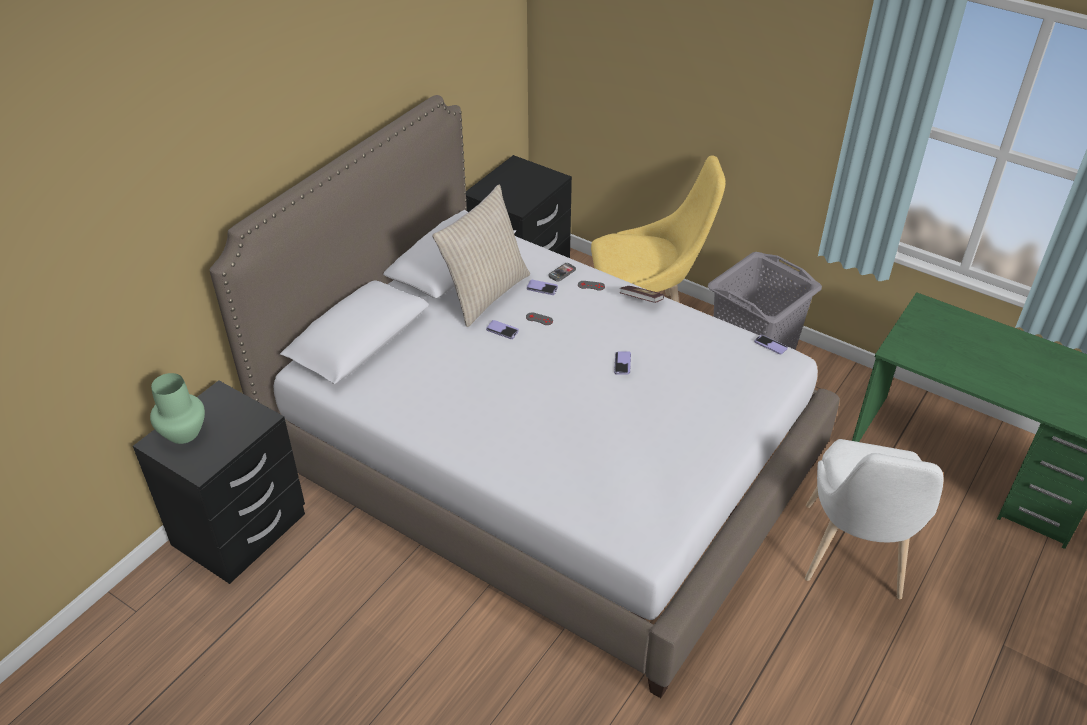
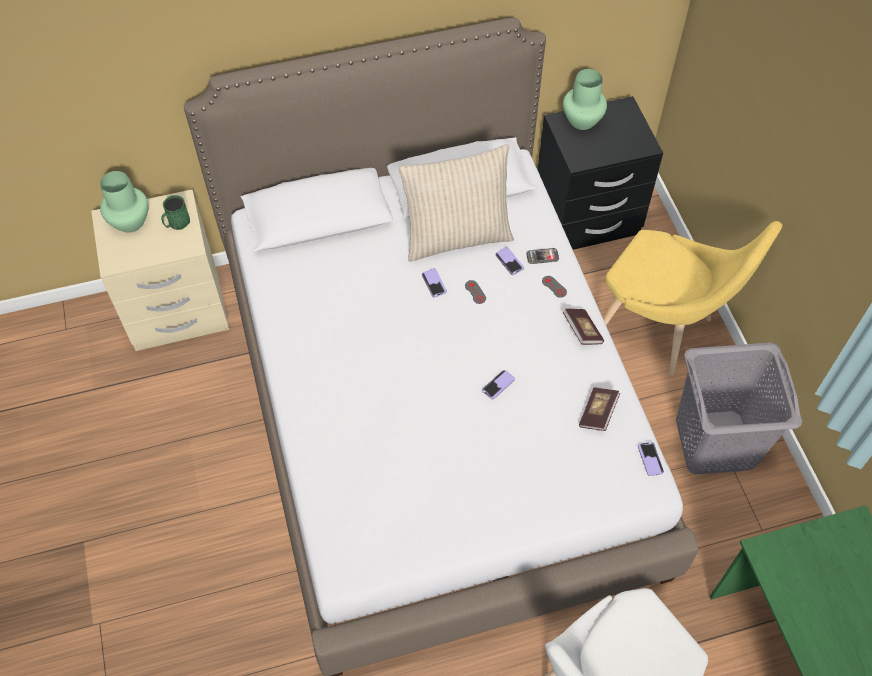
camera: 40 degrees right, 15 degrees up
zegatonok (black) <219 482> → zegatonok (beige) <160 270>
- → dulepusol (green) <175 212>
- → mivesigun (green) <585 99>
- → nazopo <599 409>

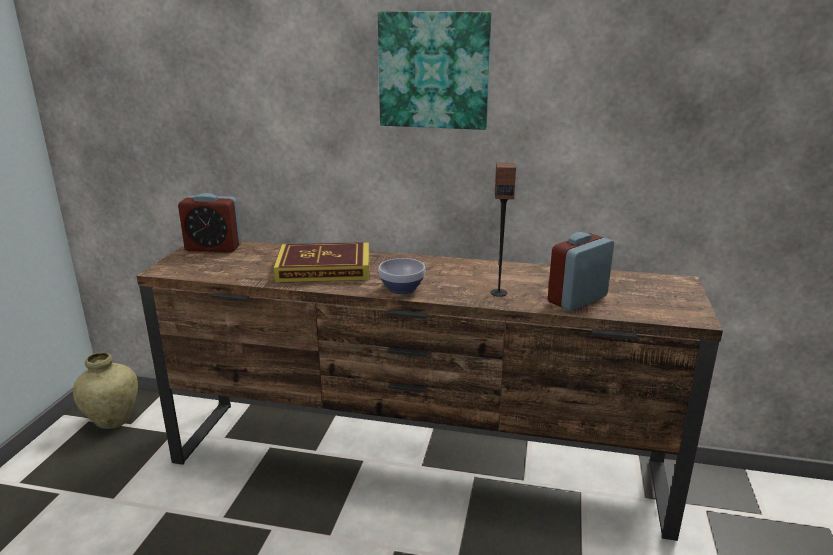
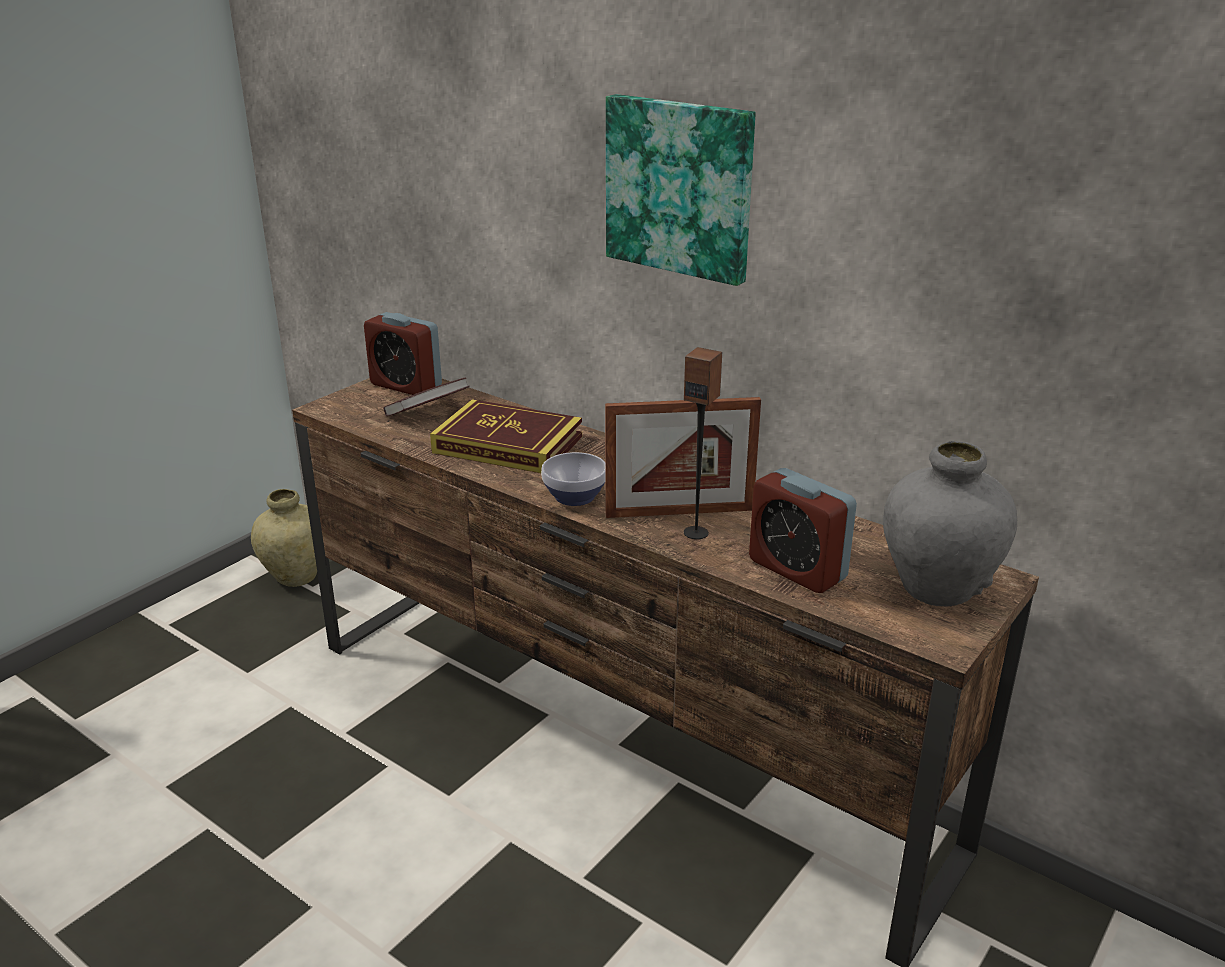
camera: 25 degrees right, 5 degrees up
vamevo <581 271> → vamevo <803 530>, 120 degrees counterclockwise
- → nazopo <426 396>
- → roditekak <683 457>
- → mivesigun (grey) <950 524>

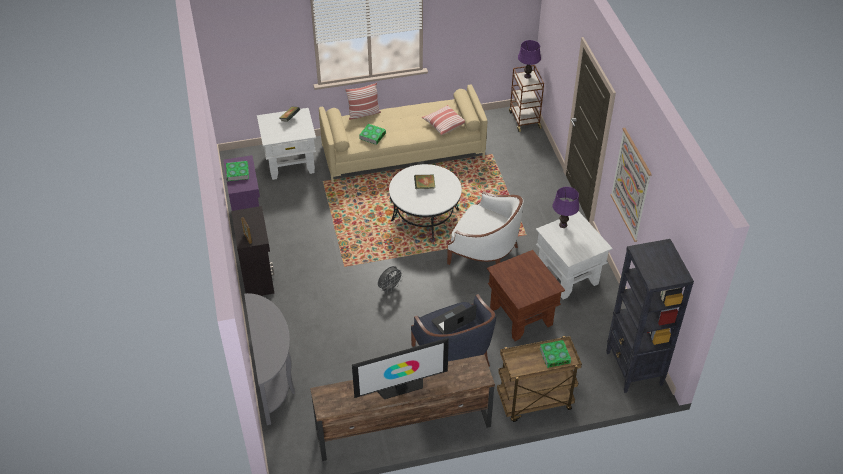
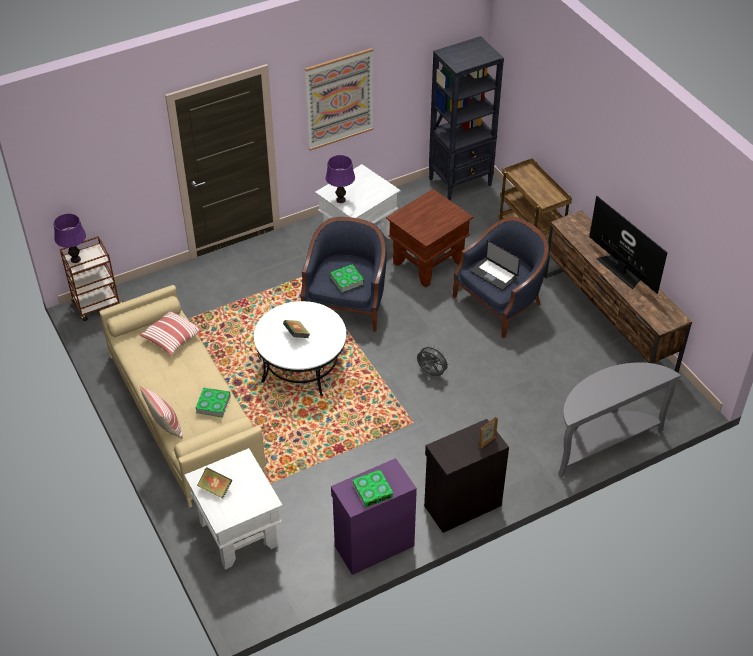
camera: 105 degrees left, 0 degrees up
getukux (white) <485 228> → getukux (blue) <344 274>
nazopo <555 354> → nazopo <347 278>, shifted

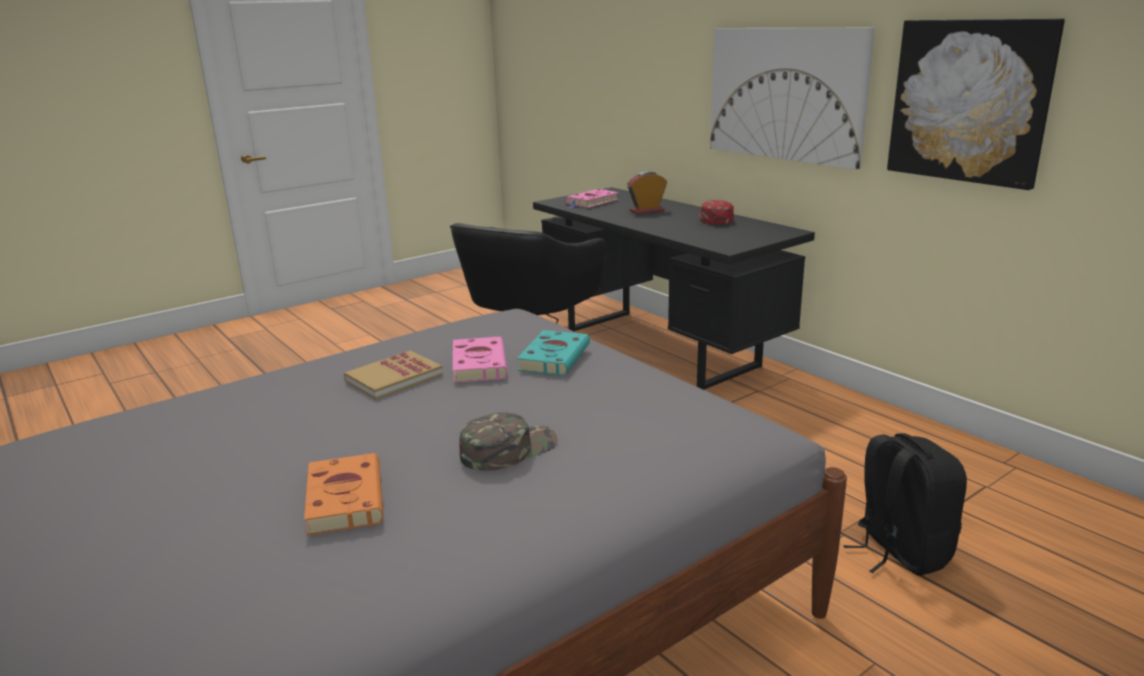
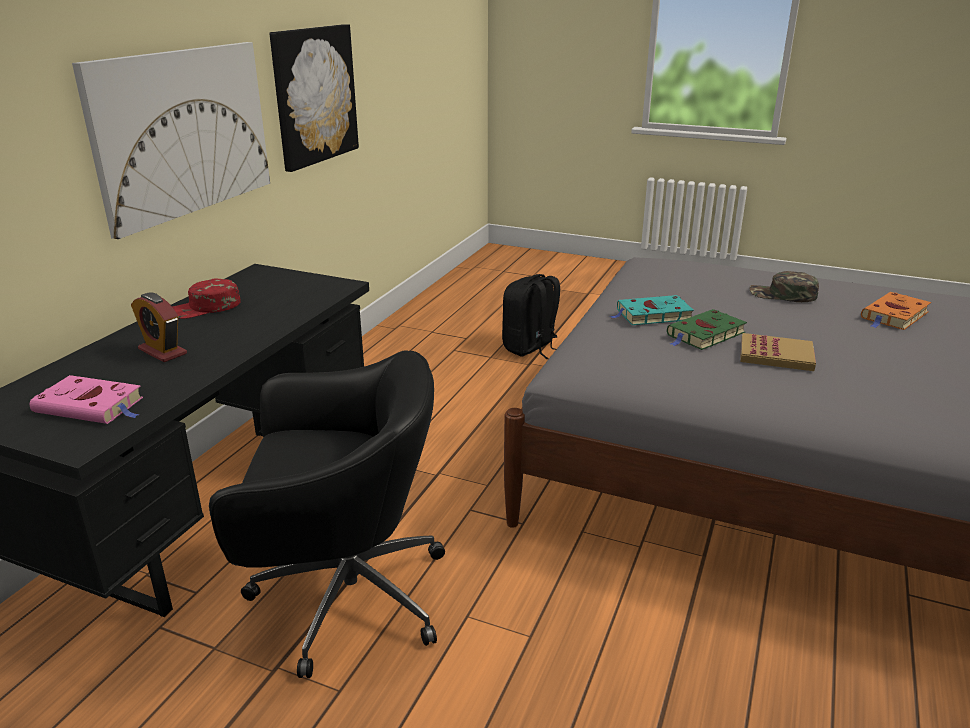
camera: 120 degrees left, 5 degrees up
nazopo (pink) <480 360> → nazopo (green) <707 329>

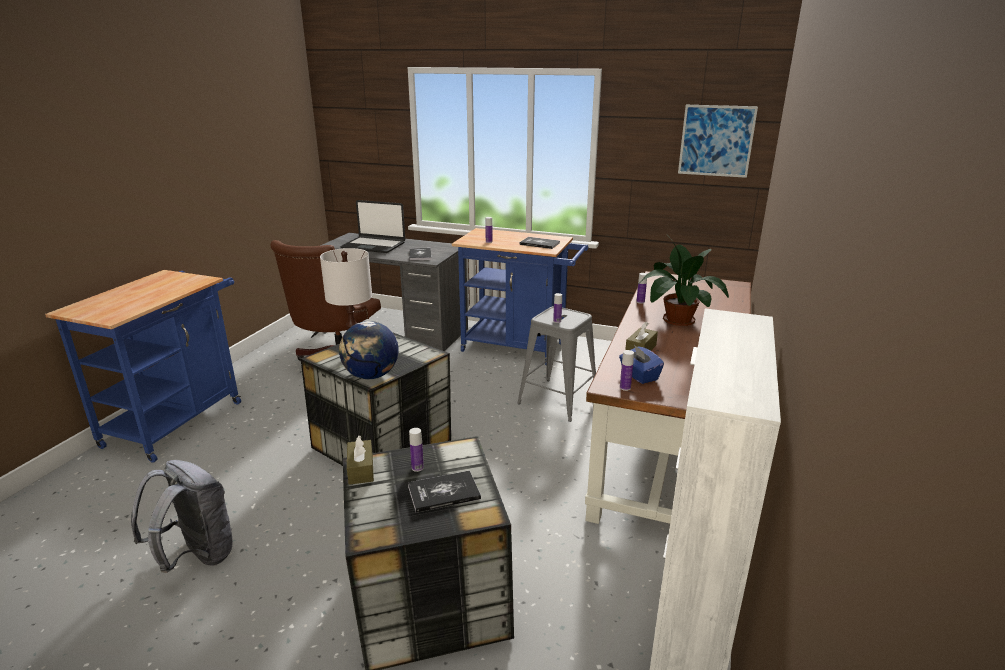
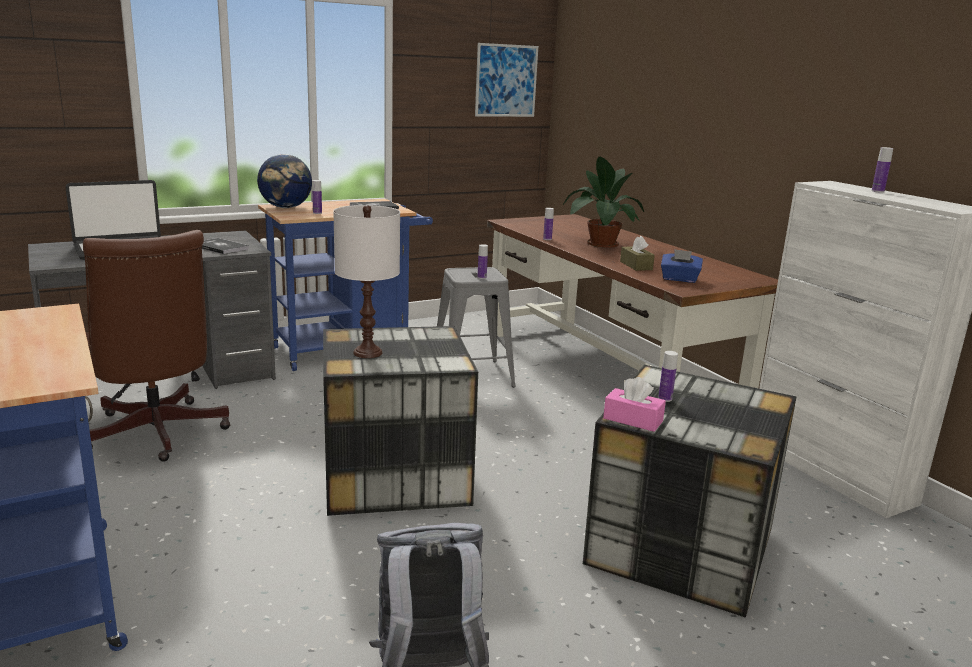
camera: 50 degrees left, 5 degrees down
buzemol <369 350> → buzemol <284 181>, shifted
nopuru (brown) <360 460> → nopuru (pink) <634 404>
nazopo <444 491> → -
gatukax <627 370> → gatukax <882 170>, shifted

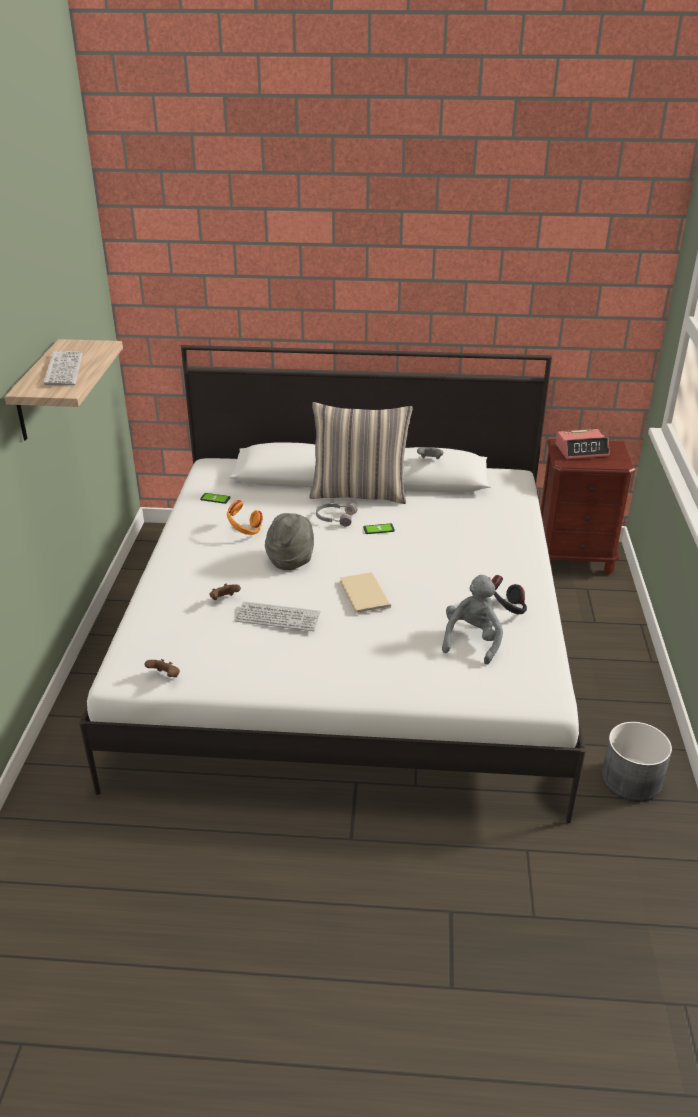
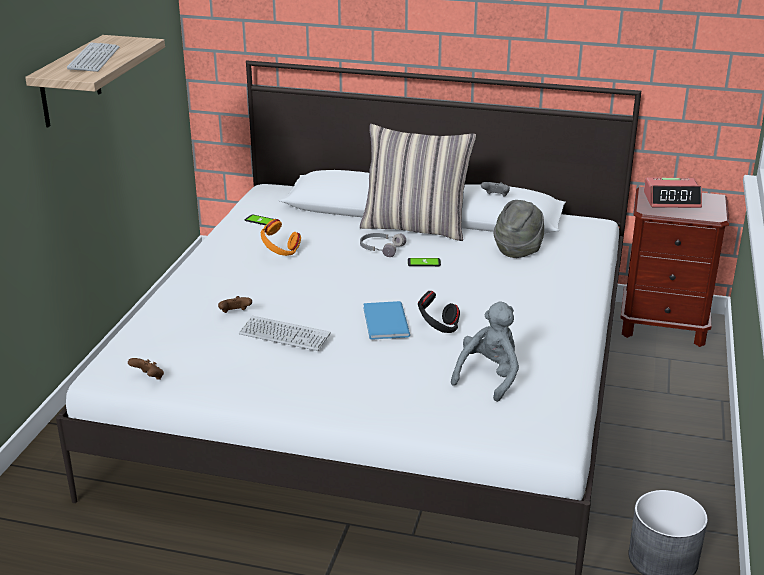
camera: 10 degrees right, 5 degrees down
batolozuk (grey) <289 541> → batolozuk (grey) <518 229>, shifted
nazopo (beige) <365 593> → nazopo (blue) <386 320>
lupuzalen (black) <509 594> → lupuzalen (black) <439 312>, shifted

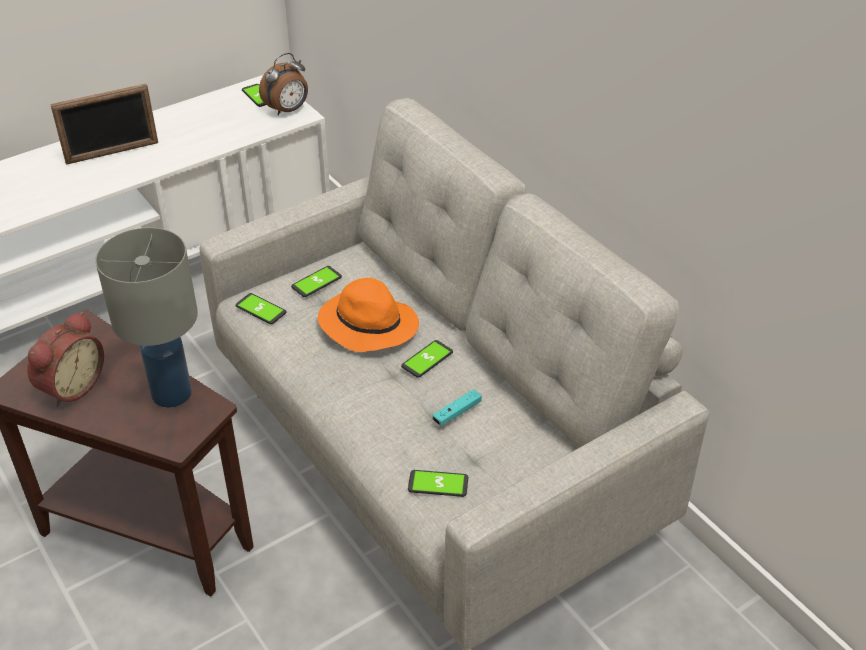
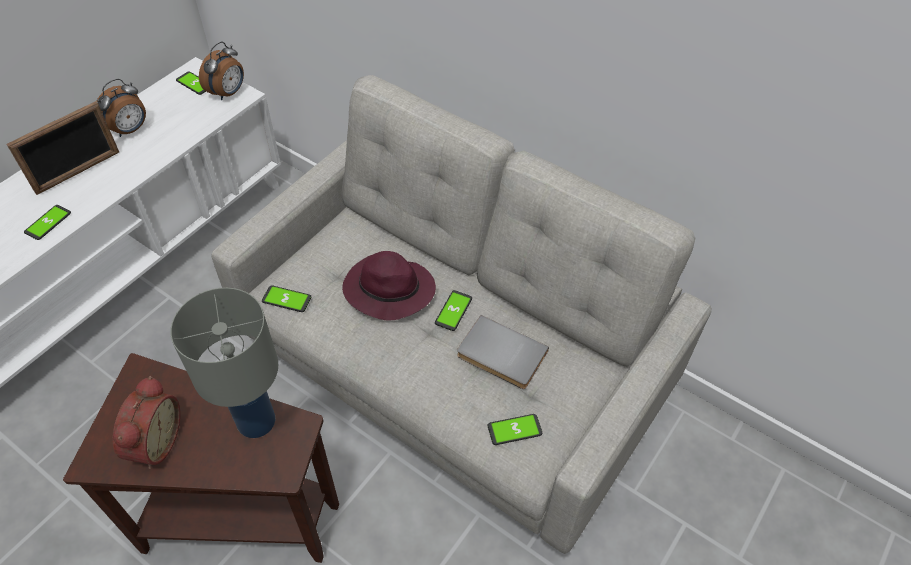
camera: 20 degrees left, 10 degrees up
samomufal <316 281> → samomufal <47 222>, shifted
batolozuk (orange) <368 315> → batolozuk (purple) <389 286>
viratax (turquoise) <457 407> → nazopo (grey) <503 352>
- → vamevo <121 108>

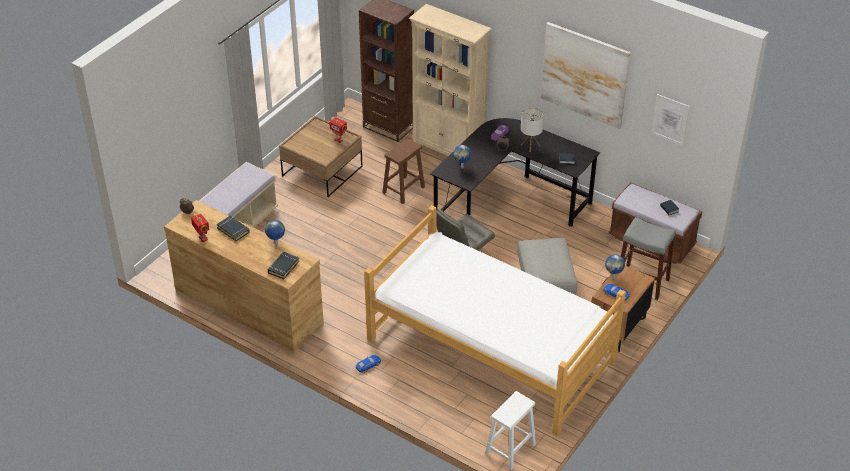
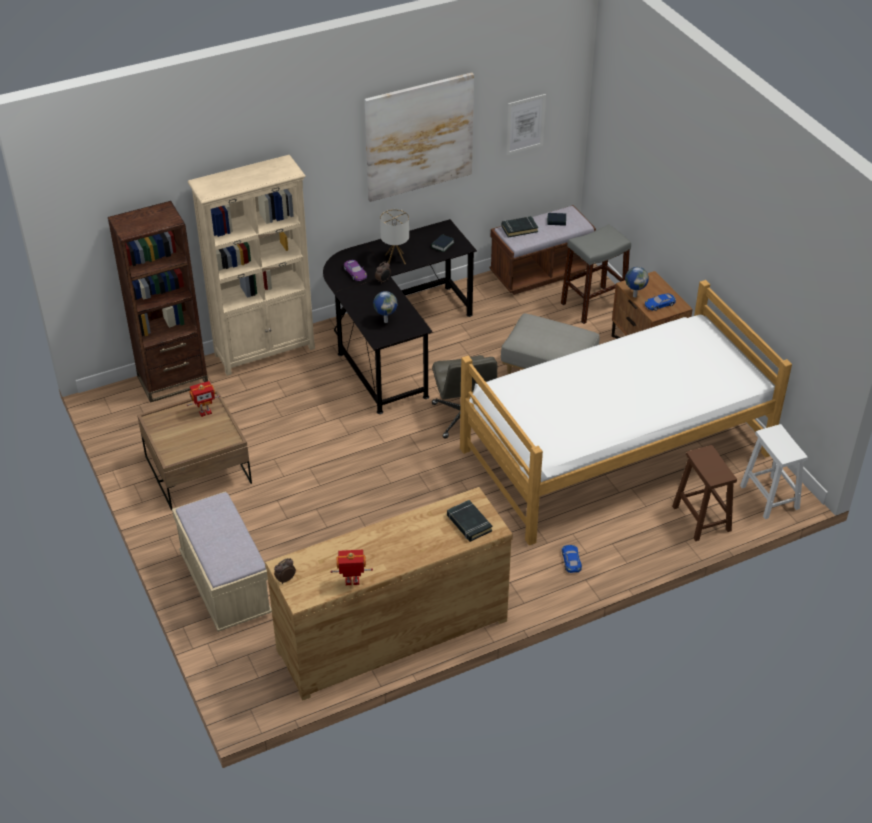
camera: 60 degrees left, 0 degrees up
nazopo (black) <233 228> → nazopo (black) <520 227>, shifted
buzemol <275 232> → -
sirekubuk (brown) <403 171> → sirekubuk (brown) <704 493>, shifted

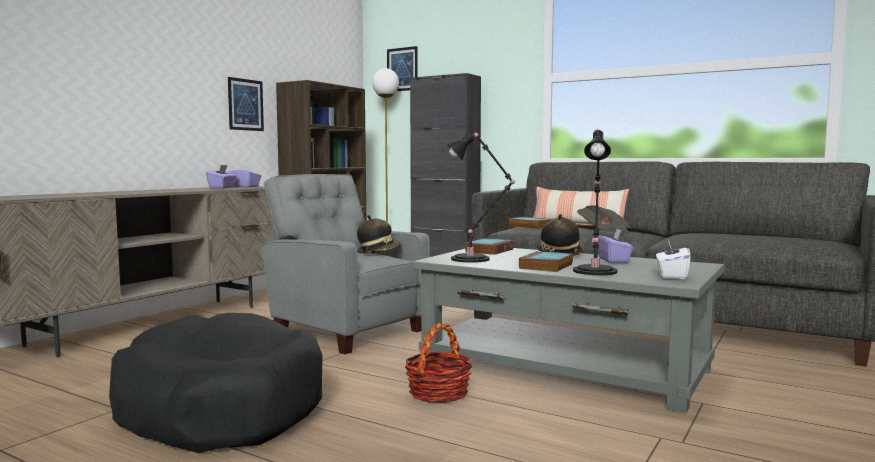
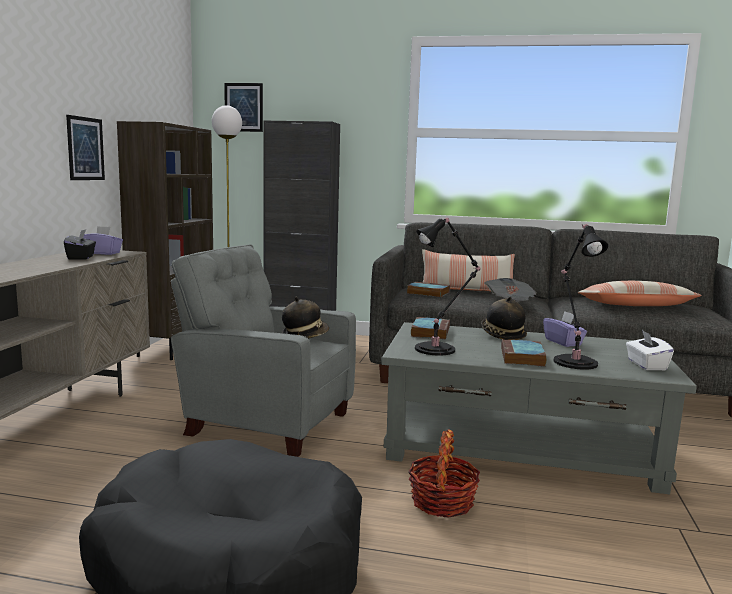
camera: 20 degrees left, 5 degrees up
nopuru (purple) <221 176> → nopuru (black) <80 244>
- → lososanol <640 293>

